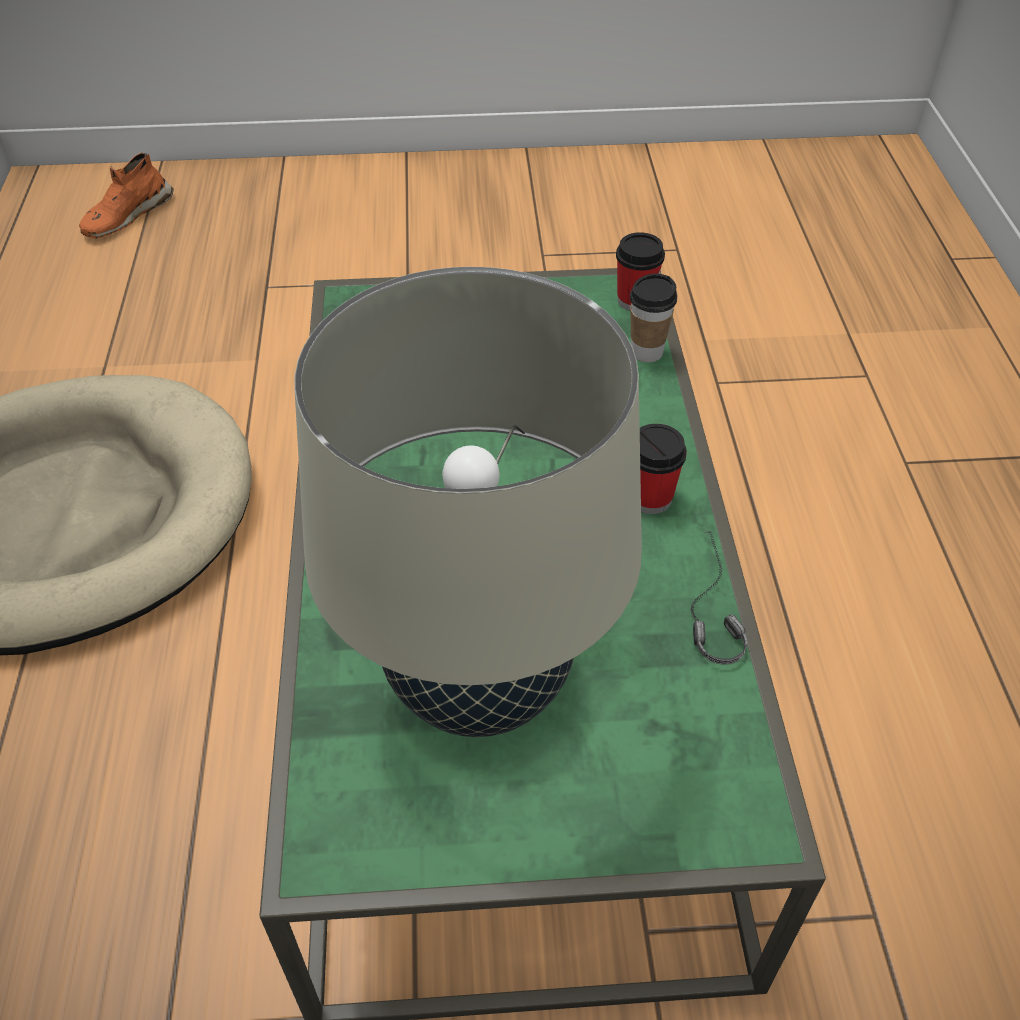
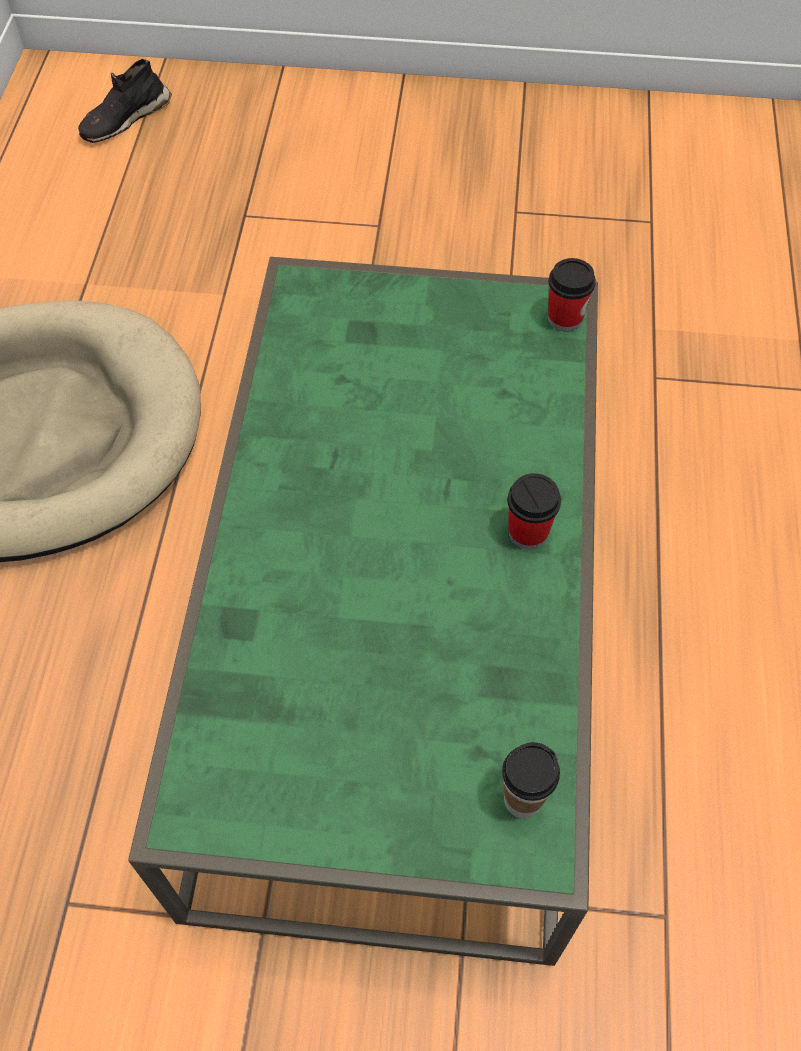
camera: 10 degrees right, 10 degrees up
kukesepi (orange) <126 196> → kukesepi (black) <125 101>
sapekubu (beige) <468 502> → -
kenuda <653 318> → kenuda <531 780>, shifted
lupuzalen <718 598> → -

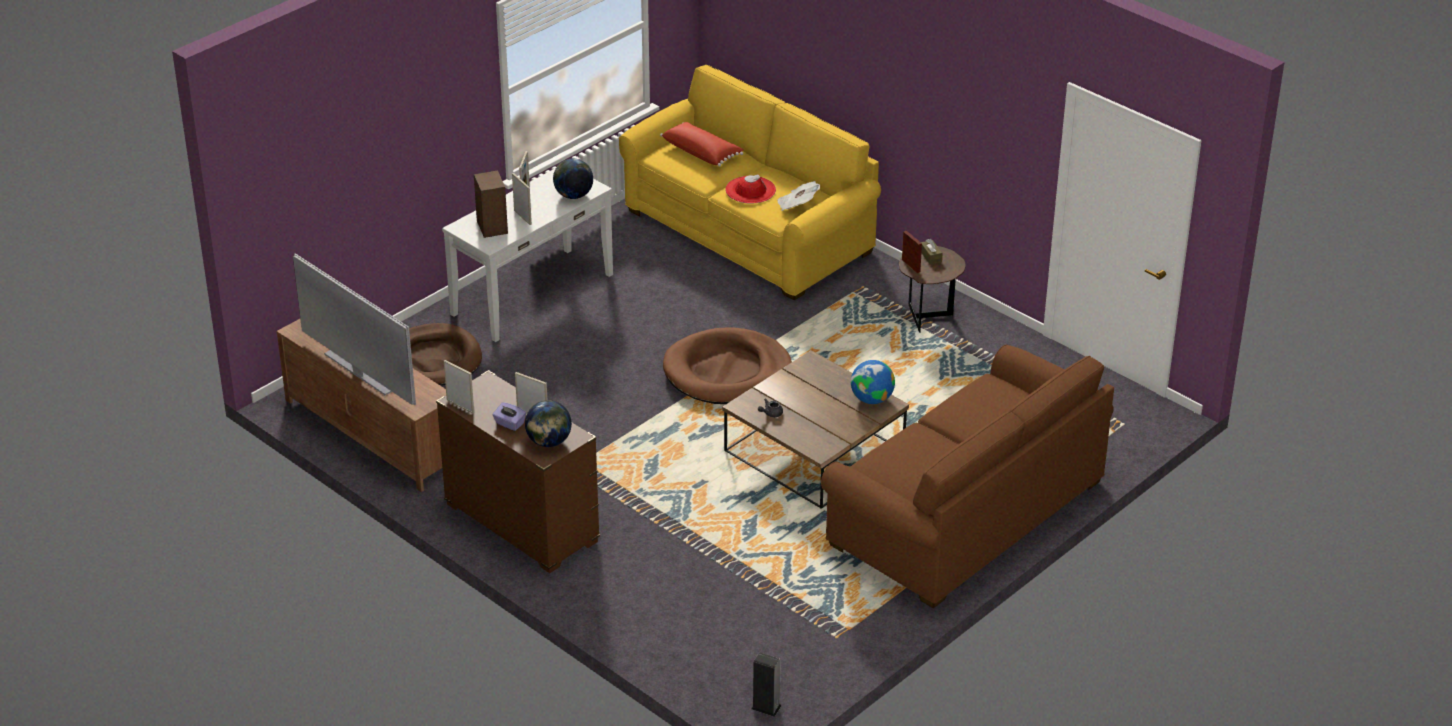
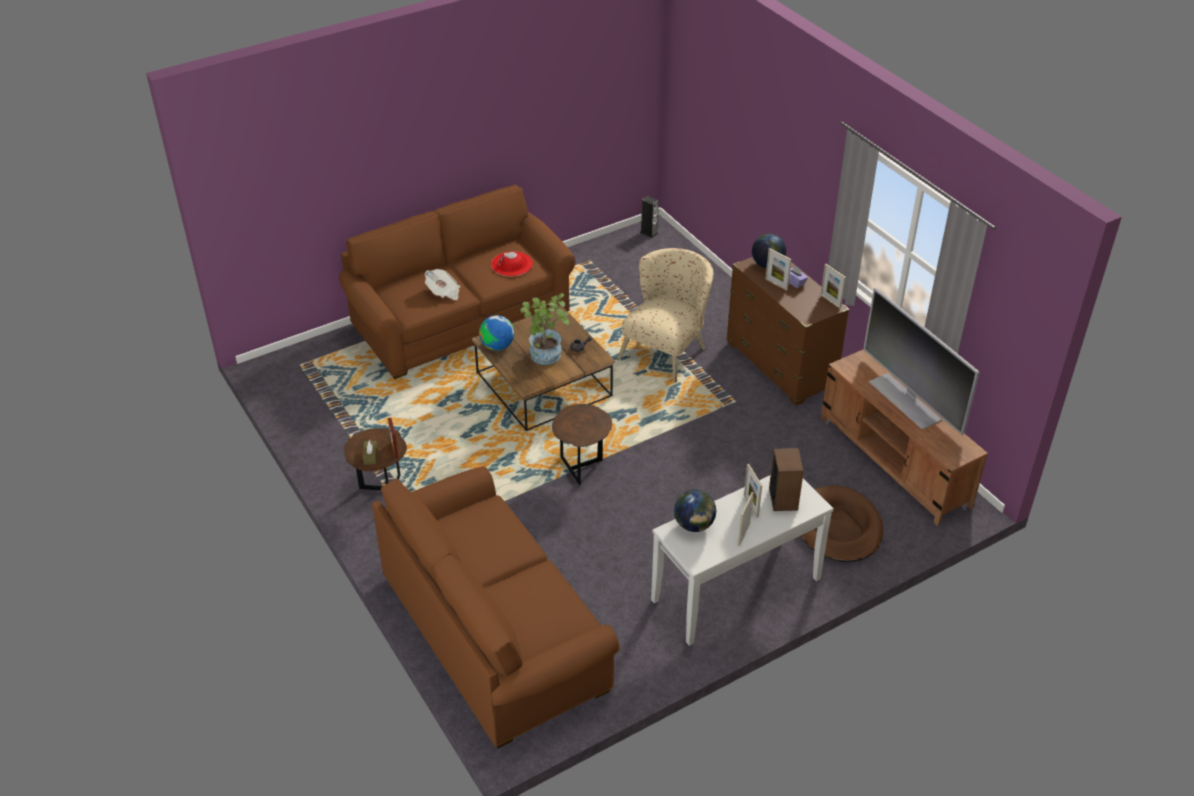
camera: 165 degrees left, 5 degrees up
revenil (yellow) <750 182> → revenil (brown) <496 607>
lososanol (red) <702 144> → -
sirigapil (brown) <727 365> → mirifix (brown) <582 445>
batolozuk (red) <750 189> → batolozuk (red) <512 263>, shifted
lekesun <798 196> → lekesun <442 284>, shifted
- → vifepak <545 329>
- → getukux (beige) <665 315>

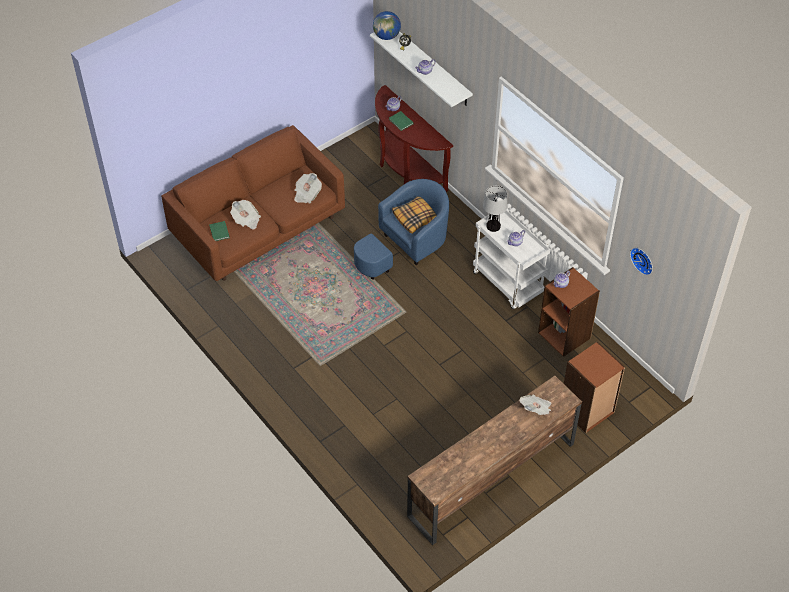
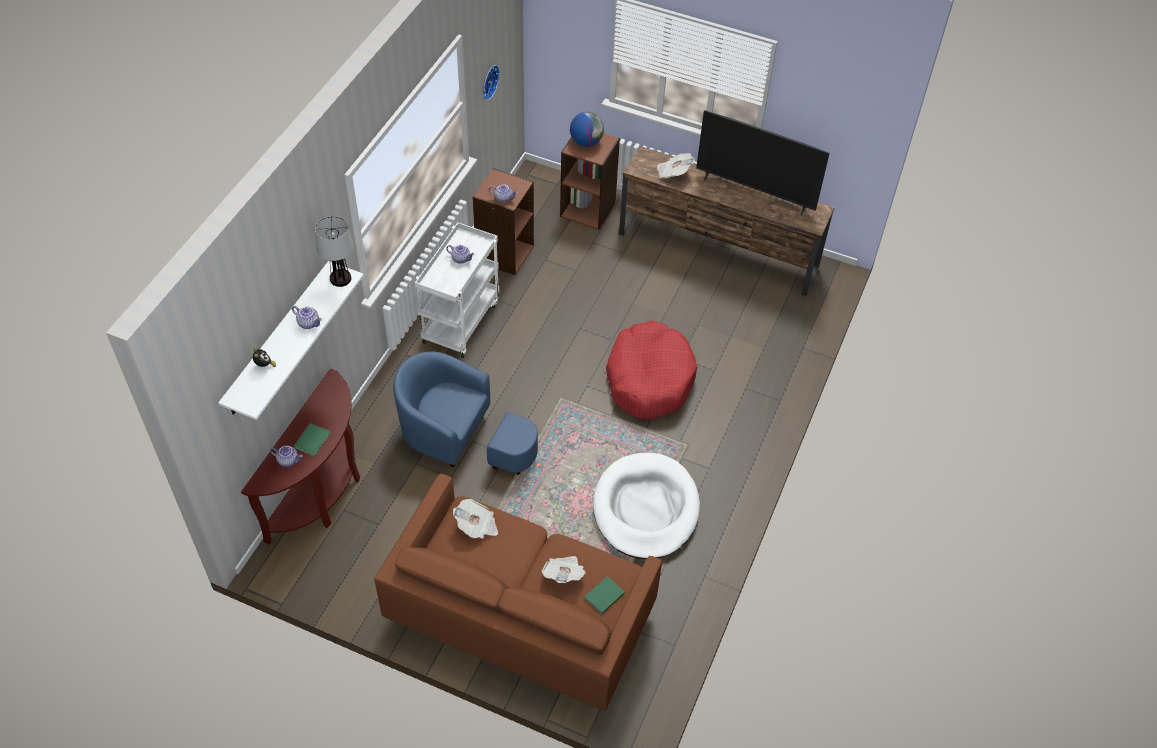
camera: 120 degrees left, 0 degrees up
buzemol <387 25> → buzemol <587 129>, shifted
lososanol <414 215> → -
sapekubu <495 209> → sapekubu <334 251>, shifted
- → sirigapil (white) <646 506>
- → sirigapil (red) <651 369>
- → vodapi <762 163>

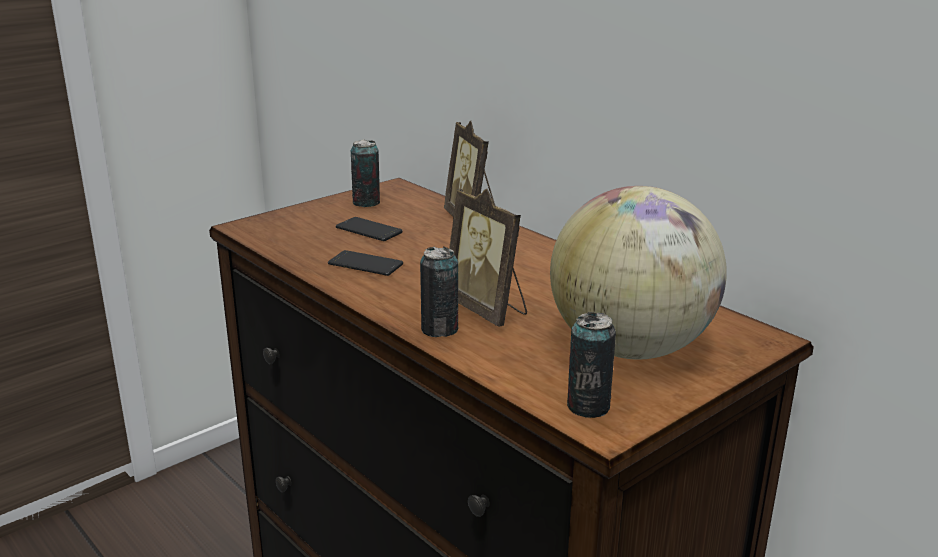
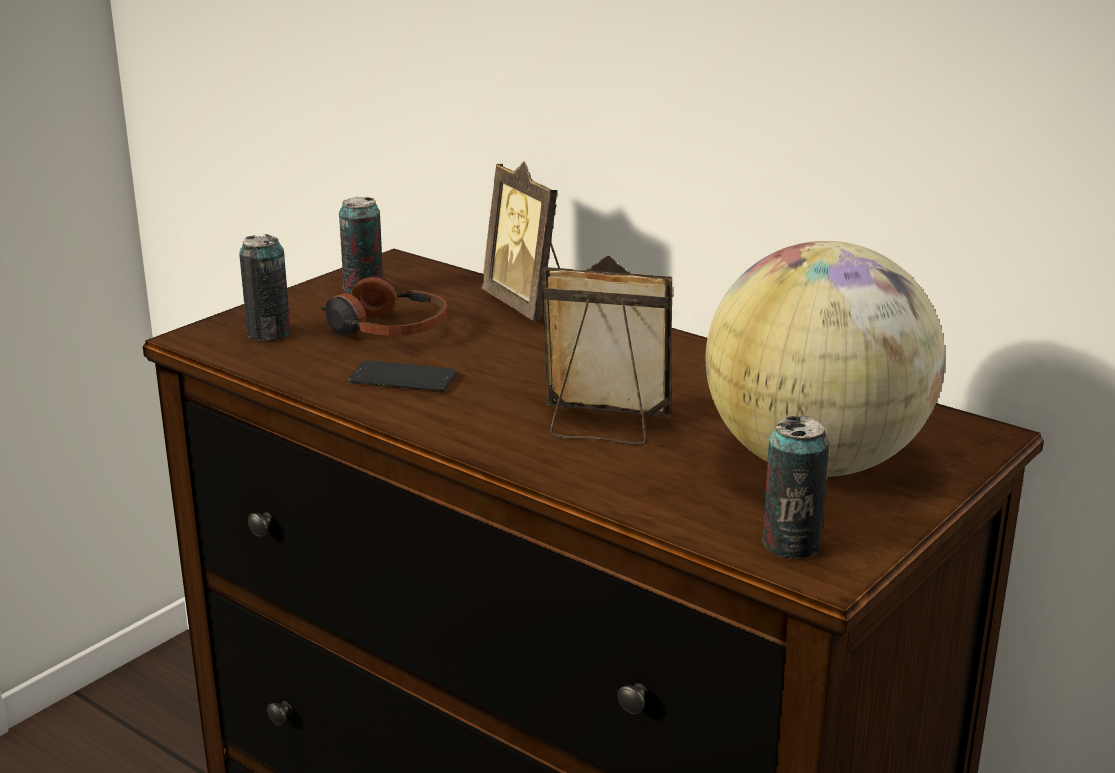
camera: 10 degrees left, 0 degrees up
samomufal <369 229> → lupuzalen <383 306>
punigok <439 292> → punigok <265 287>, shifted
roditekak <488 258> → roditekak <607 350>, 150 degrees clockwise

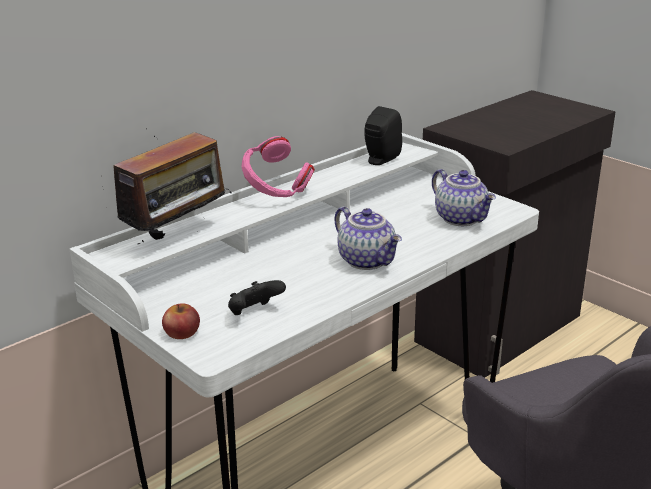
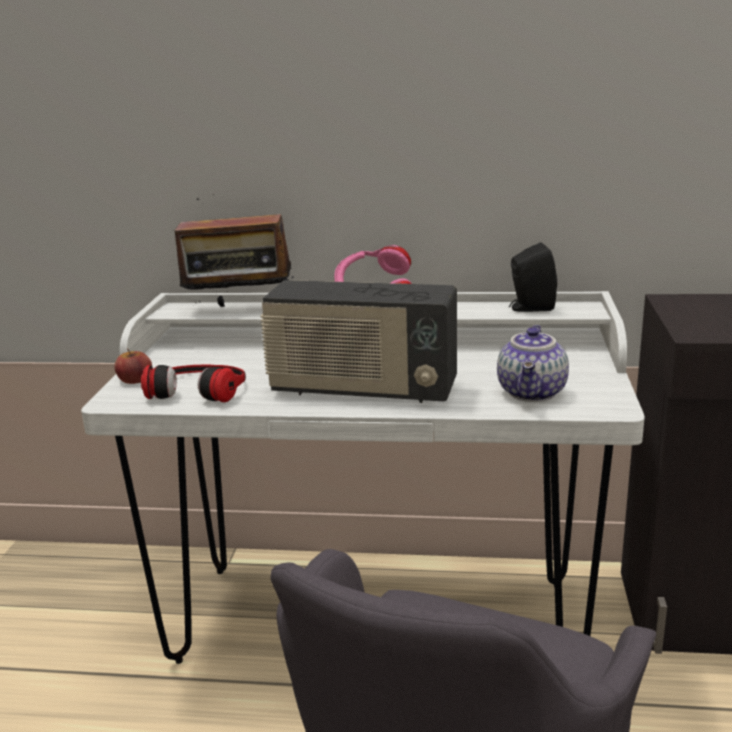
camera: 50 degrees right, 5 degrees down
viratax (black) <257 297> → lupuzalen <193 383>
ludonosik <368 238> → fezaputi <359 341>

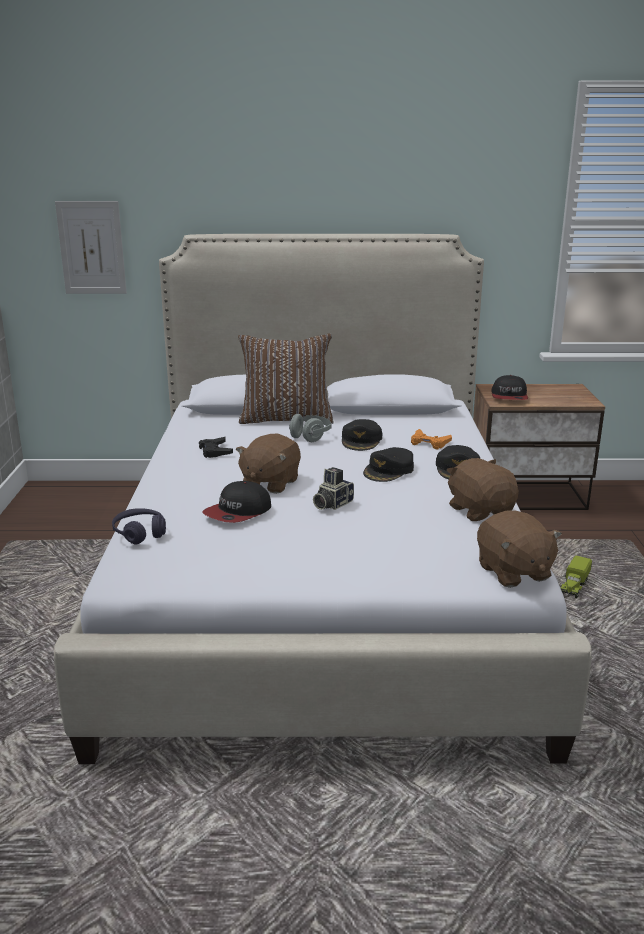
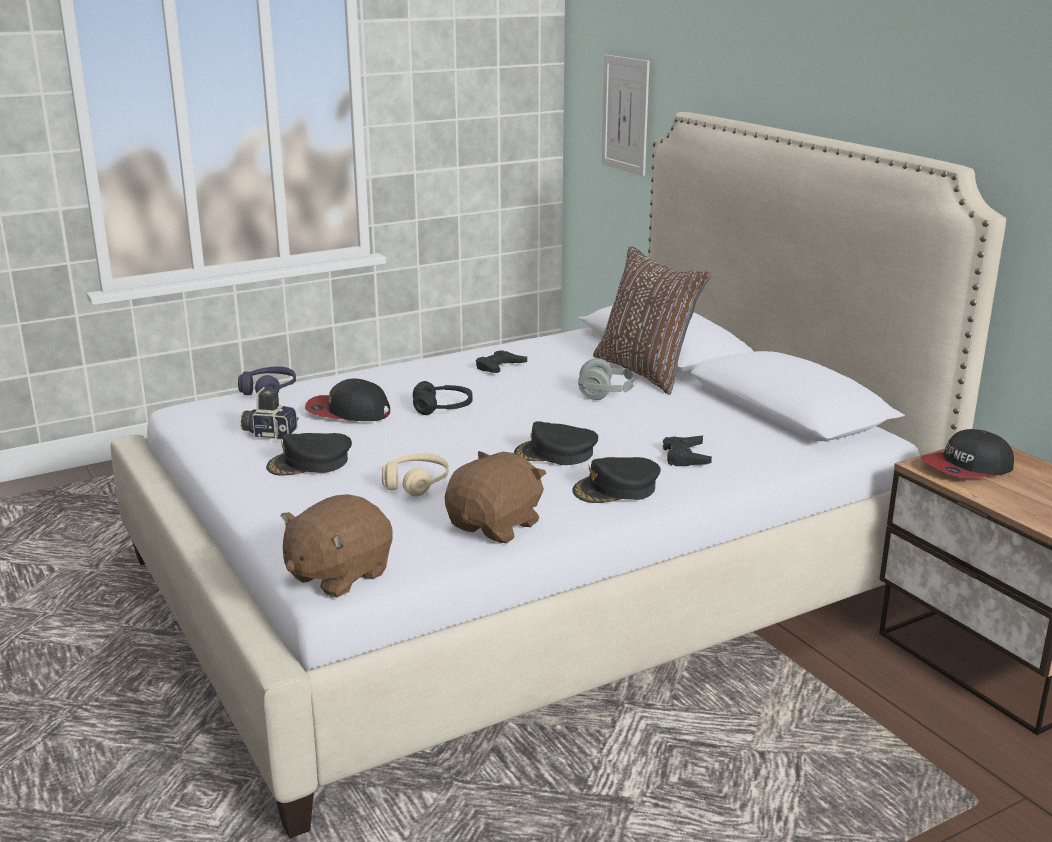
camera: 60 degrees right, 0 degrees up
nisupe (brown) <268 464> → lupuzalen (black) <443 398>
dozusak <333 488> → dozusak <269 413>, shifted
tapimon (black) <362 435> → tapimon (black) <309 454>, shifted
viratax (orange) <431 439> → viratax (black) <687 451>
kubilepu <576 577> → -
- → lupuzalen (beige) <415 475>

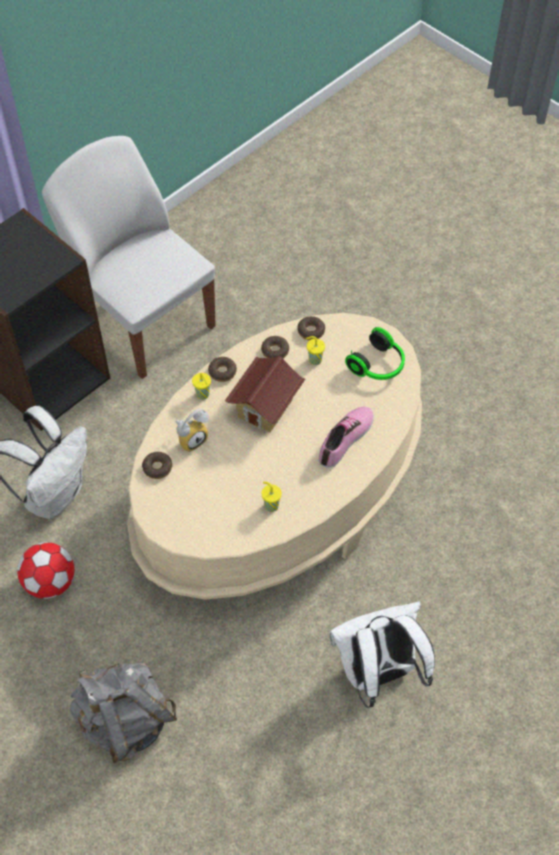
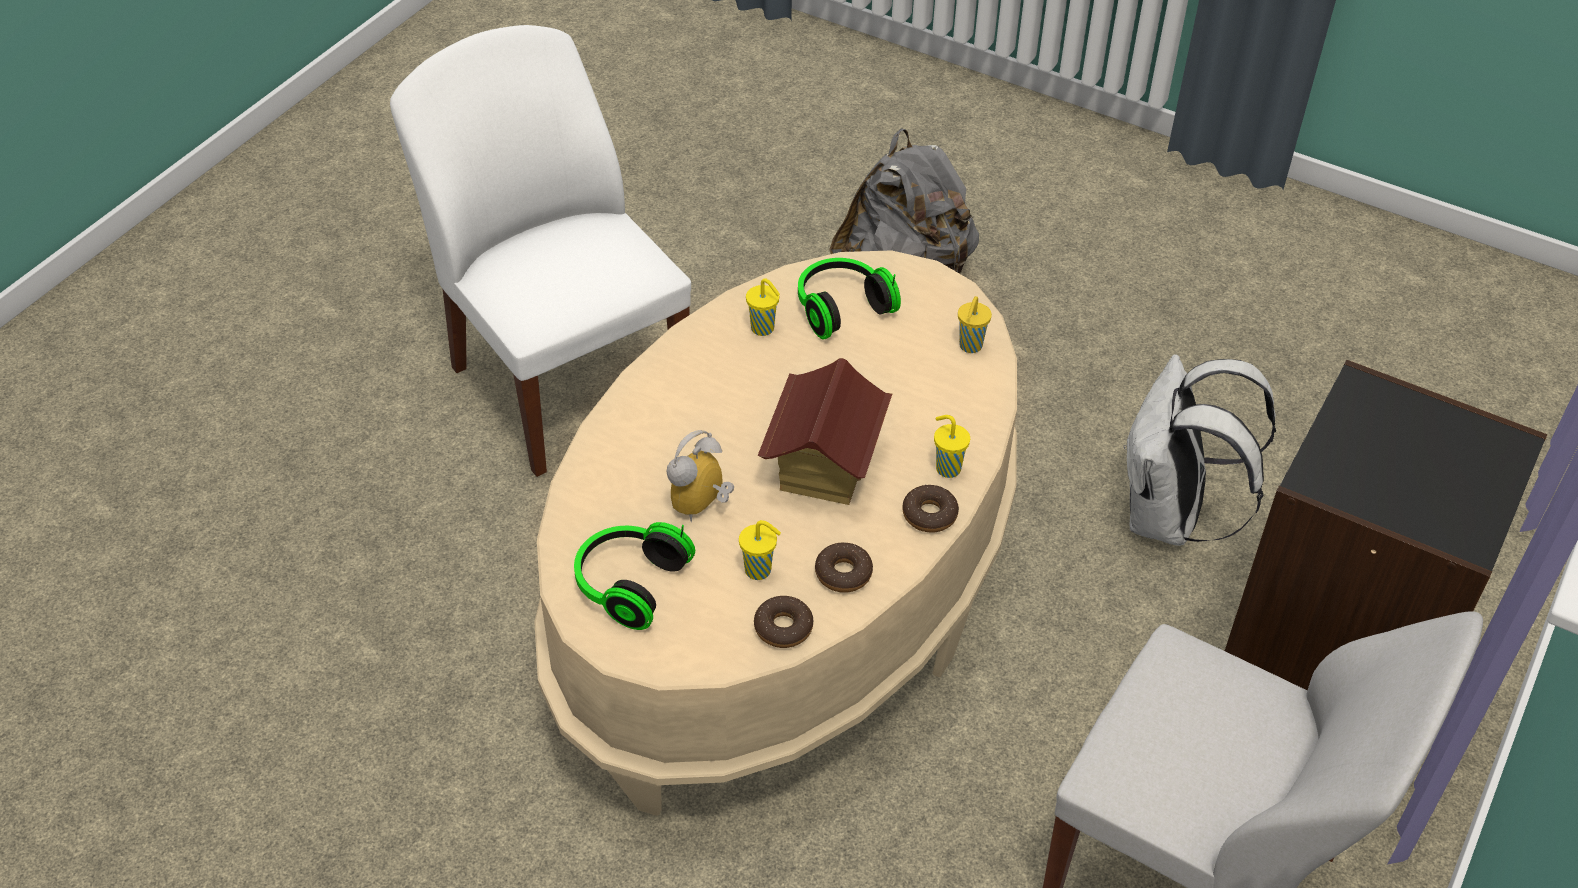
camera: 165 degrees right, 10 degrees down
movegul <46 570> → -
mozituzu <157 465> → kenuda (yellow) <975 324>
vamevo <192 430> → vamevo <700 476>, shifted
kukesepi <346 436> → -
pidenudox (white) <382 654> → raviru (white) <540 251>
- → lupuzalen <849 298>

